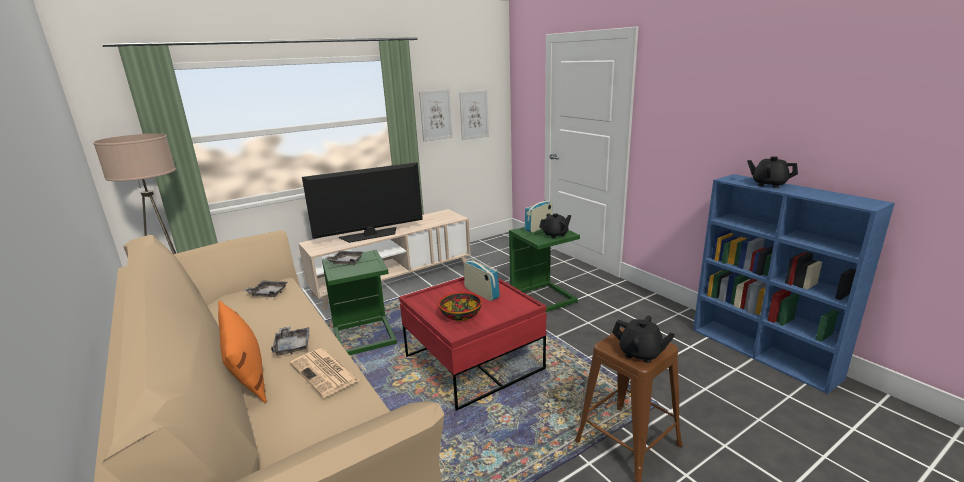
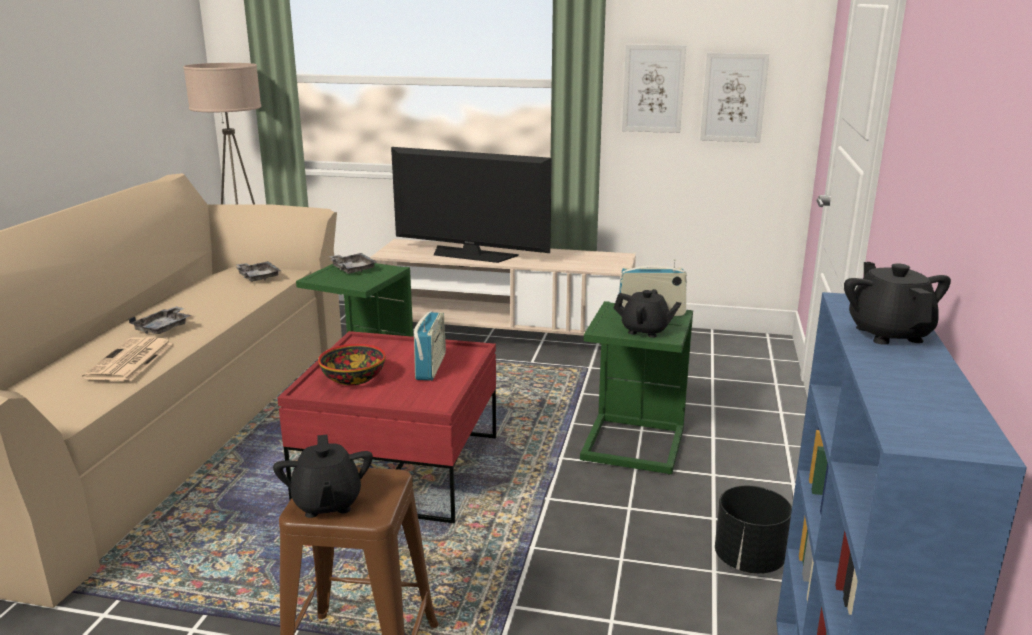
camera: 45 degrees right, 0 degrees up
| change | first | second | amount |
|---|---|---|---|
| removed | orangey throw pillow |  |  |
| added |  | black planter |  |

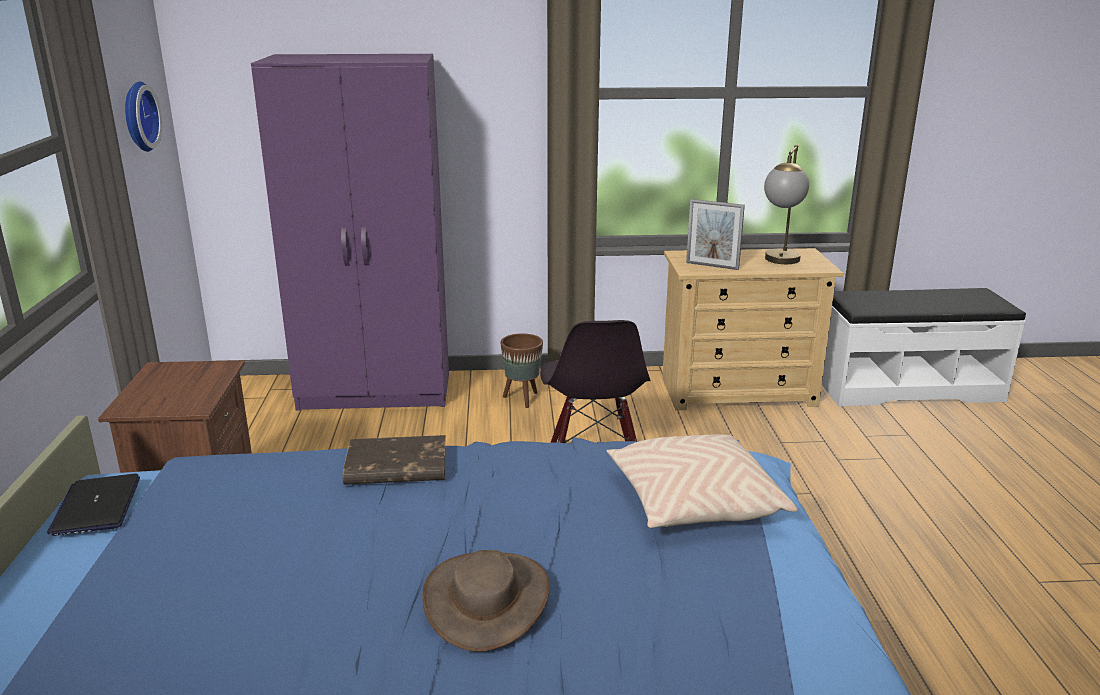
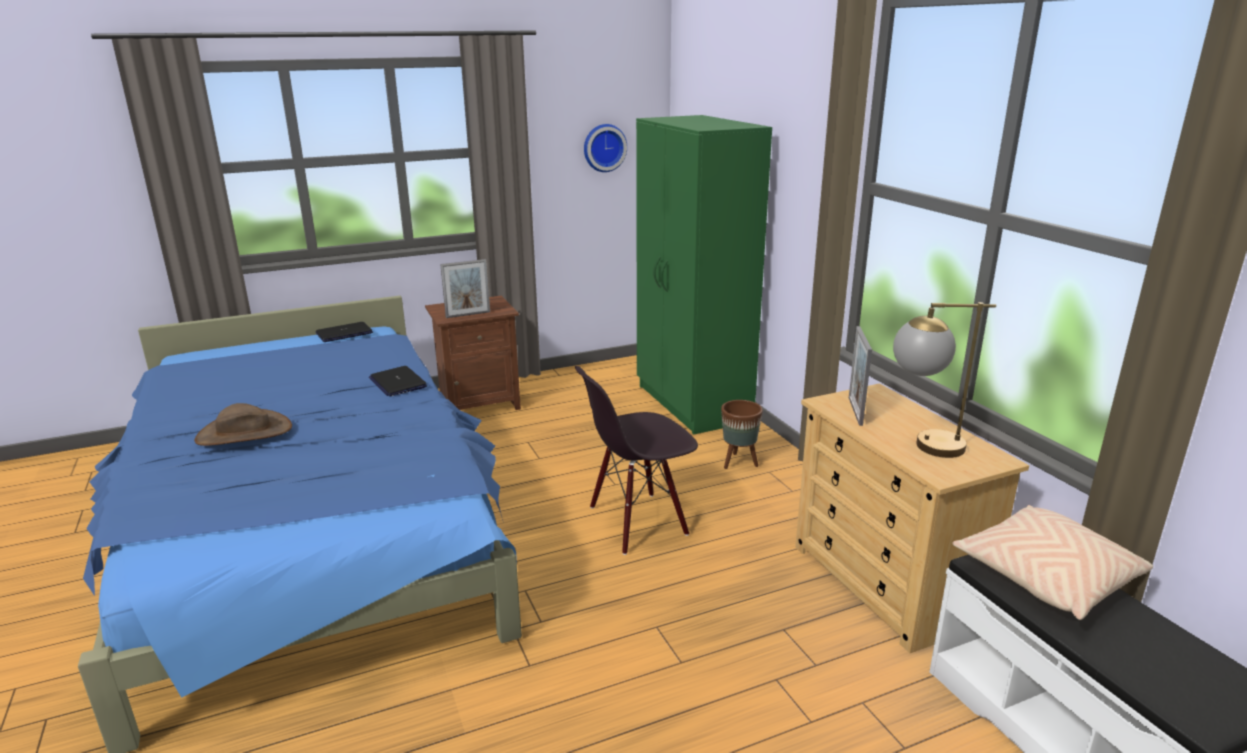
camera: 70 degrees right, 0 degrees up
| change | first | second | amount |
|---|---|---|---|
| recoloured | purplish clothes cupboard | green clothes cupboard |  |
| moved | beige-coloured throw pillow |  |  |
| replaced | brownish bound book | notebook computer (2nd from left) |  |
| added |  | picture frame (1st from left) |  |

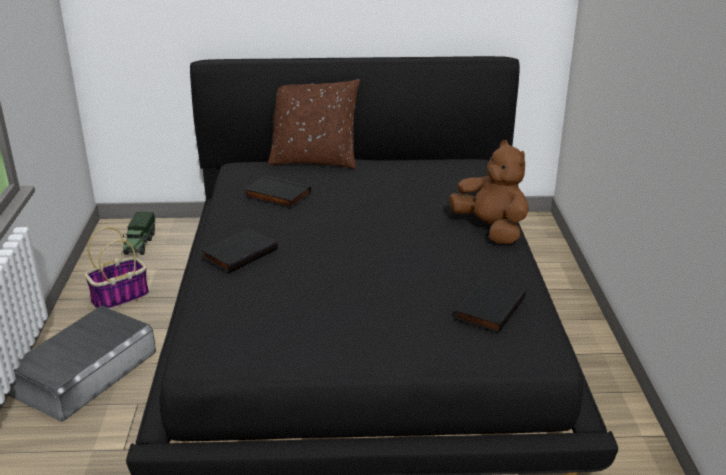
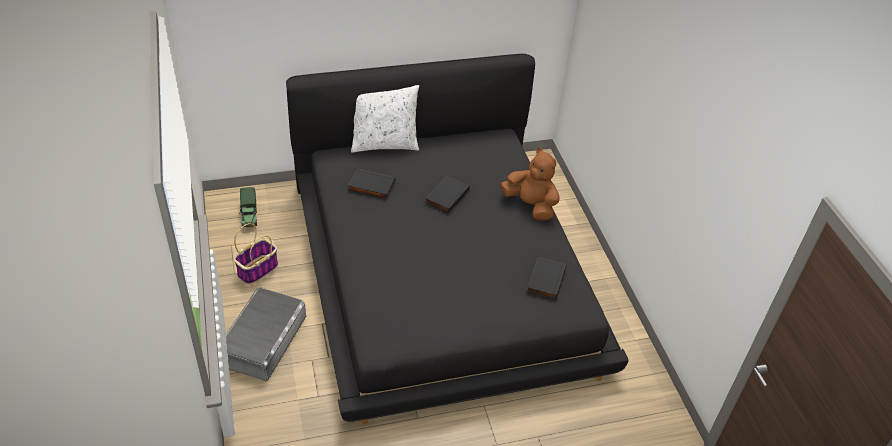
camera: 15 degrees left, 15 degrees up
| change | first | second | amount |
|---|---|---|---|
| recoloured | brownish throw pillow | white throw pillow |  |
| moved | black bound book (1st from left in the first image) | black bound book (2nd from left) |  |

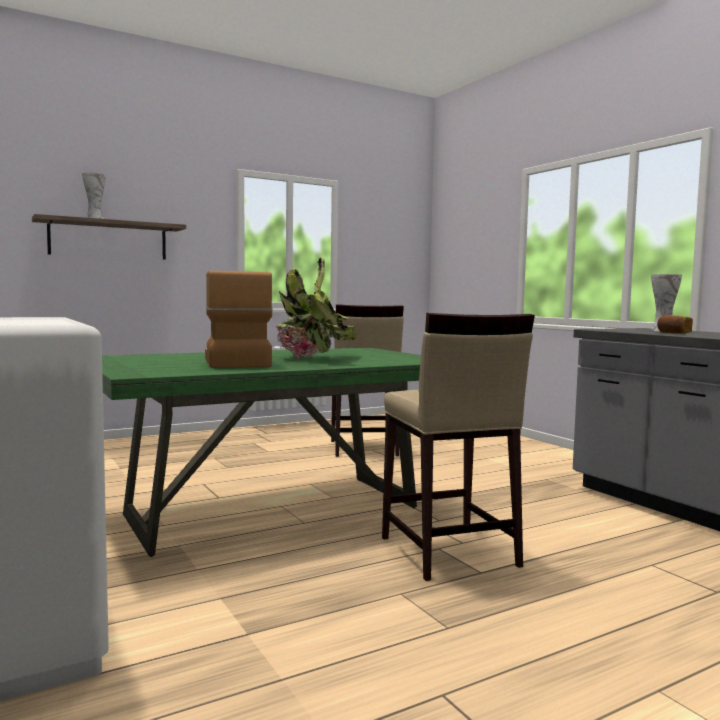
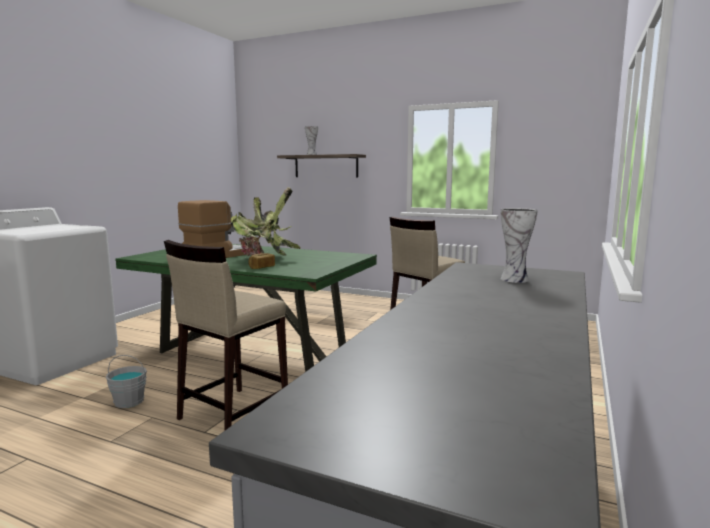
camera: 55 degrees right, 5 degrees up
| change | first | second | amount |
|---|---|---|---|
| moved | baked bread |  |  |
| added |  | grey pail |  |

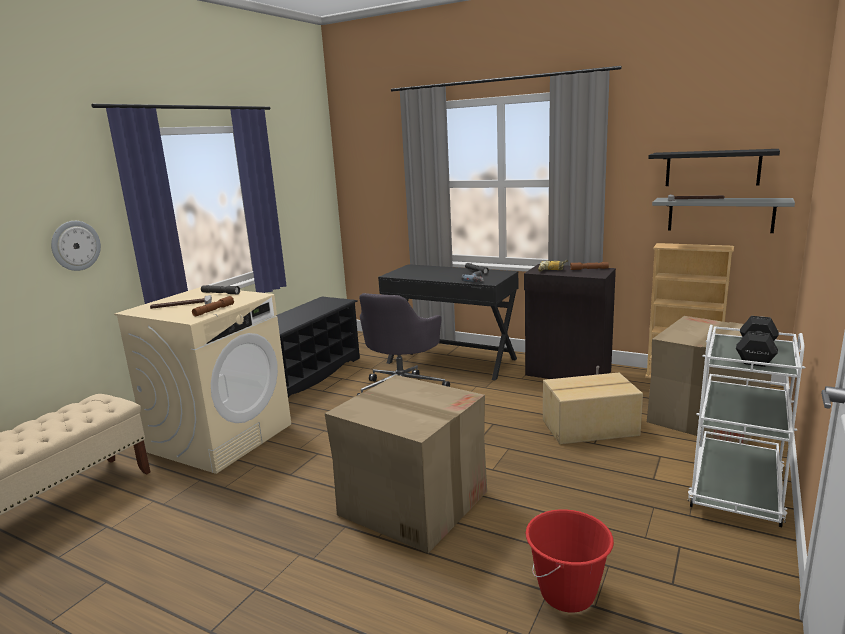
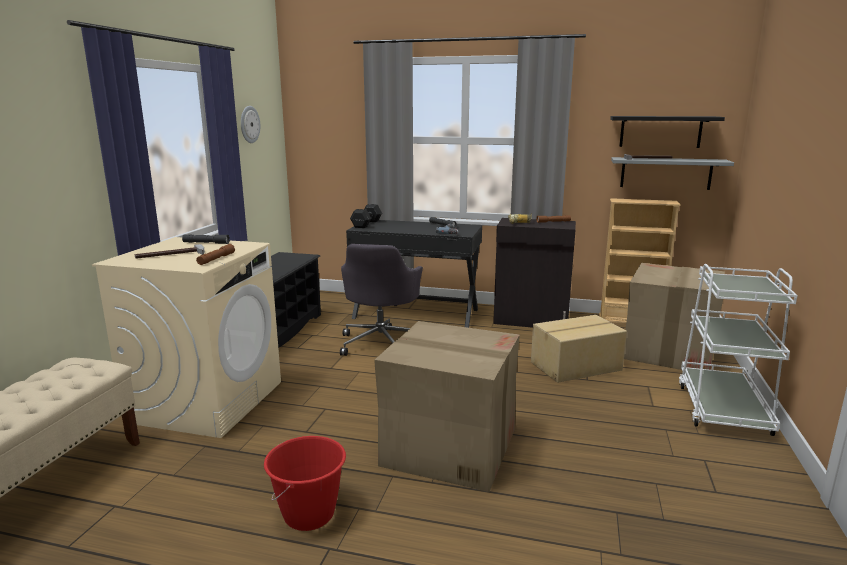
camera: 15 degrees left, 0 degrees up
| change | first | second | amount |
|---|---|---|---|
| moved | wall clock |  |  |
| moved | black free weight |  |  |
| moved | red-coloured pail |  |  |

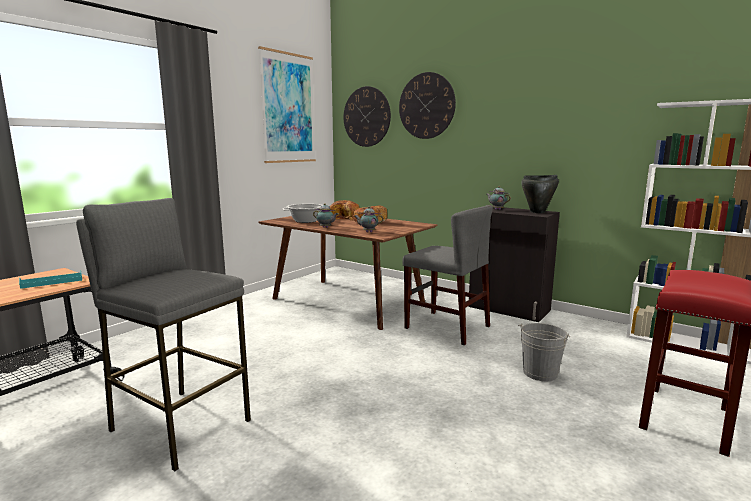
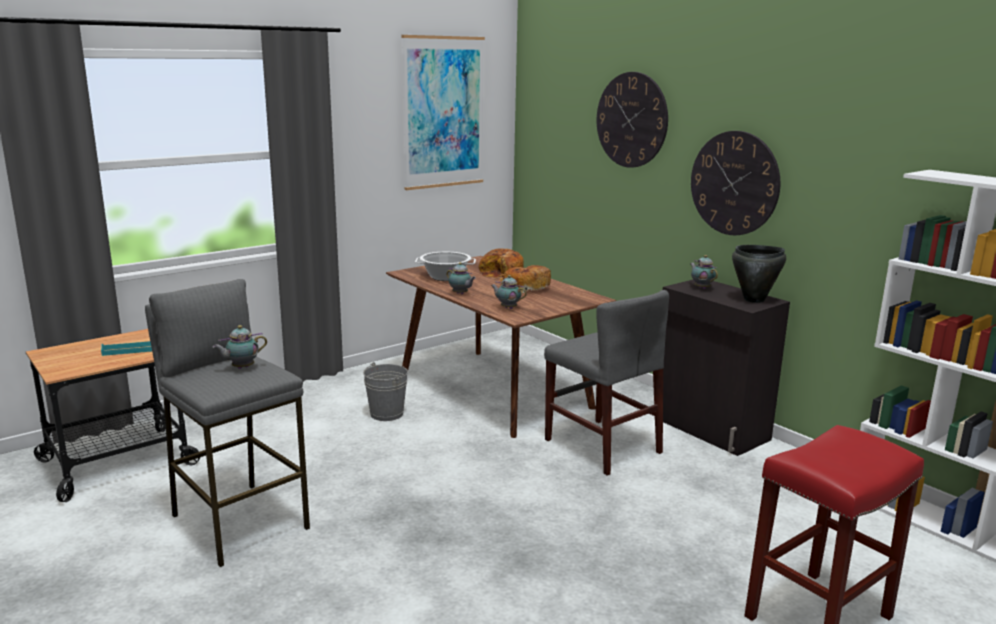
camera: 15 degrees right, 5 degrees up
| change | first | second | amount |
|---|---|---|---|
| moved | wall clock (1st from left in the first image) | wall clock (2nd from left) |  |
| moved | grey pail |  |  |
| added |  | teapot (1st from left) |  |

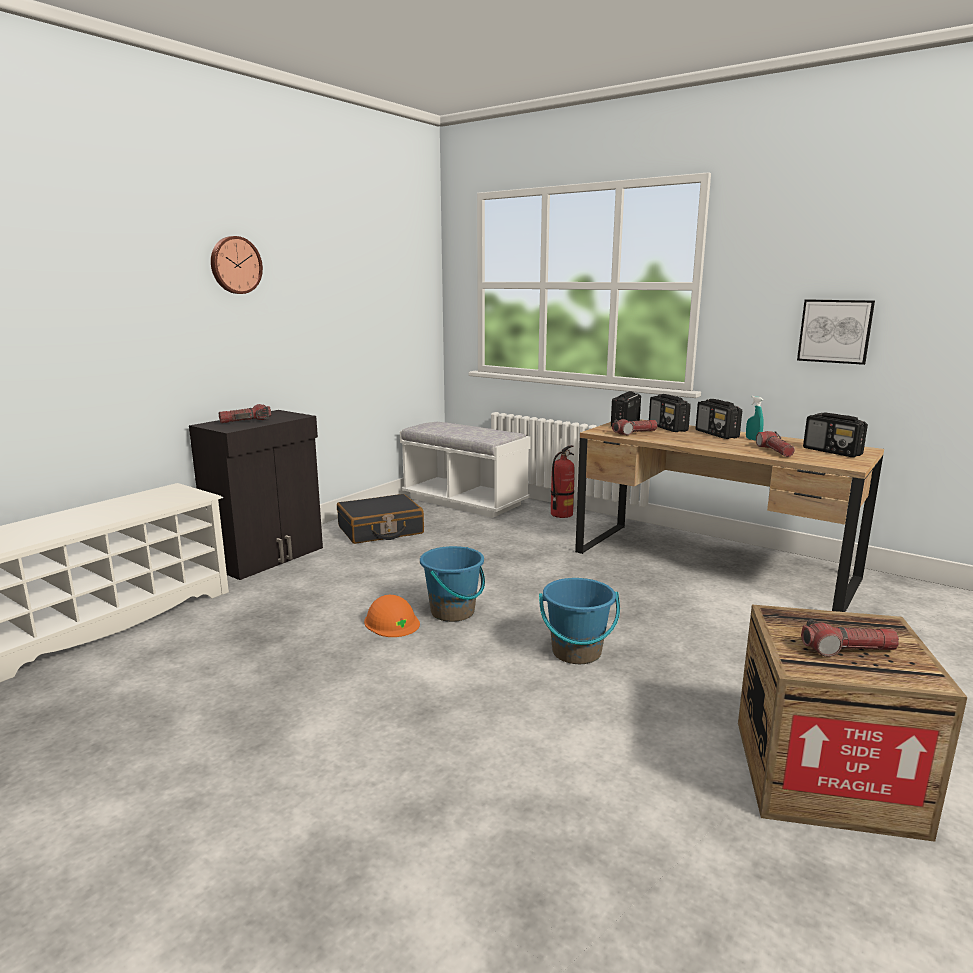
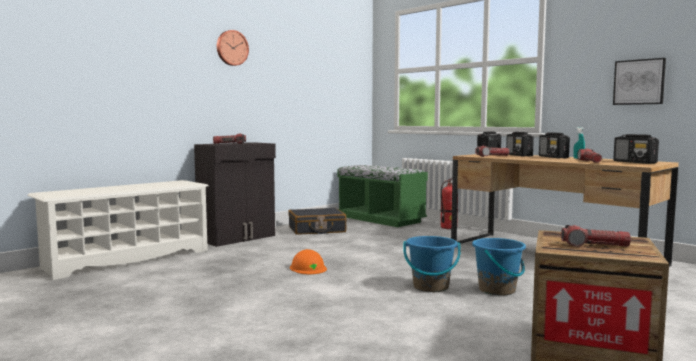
camera: 10 degrees right, 10 degrees down
| change | first | second | amount |
|---|---|---|---|
| recoloured | white long seat | green long seat |  |
| moved | bluish pail (1st from left in the first image) | bluish pail (2nd from left) |  |

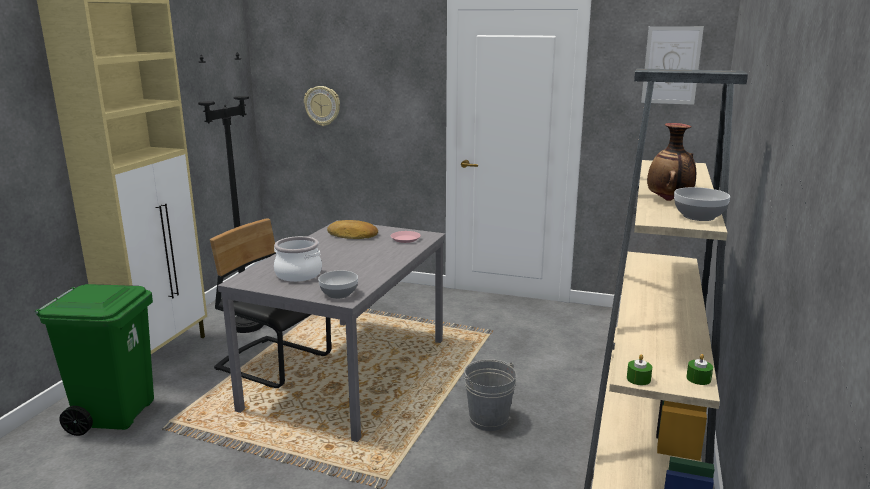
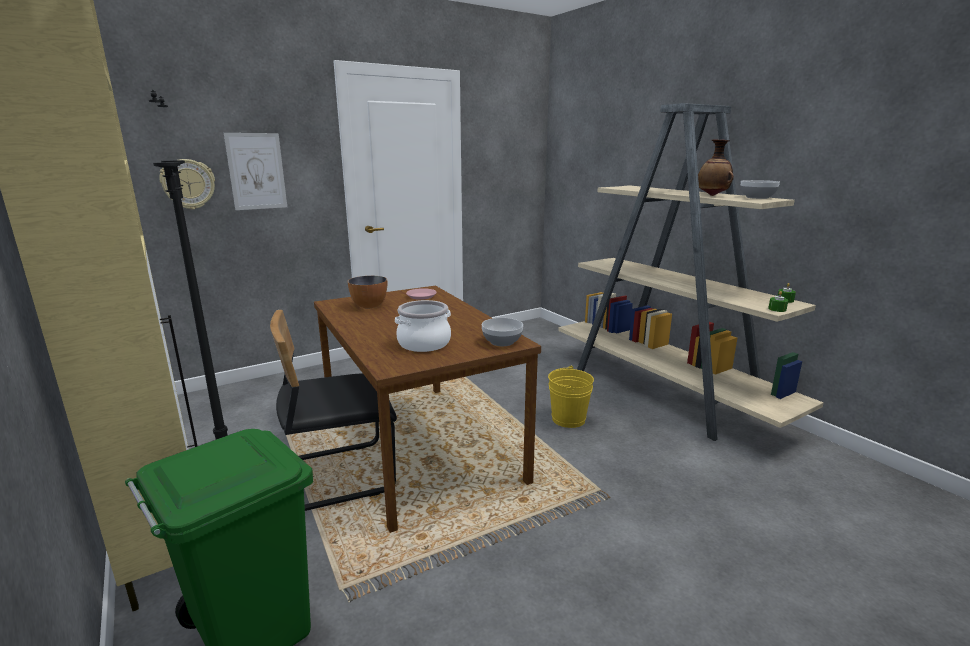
camera: 50 degrees left, 0 degrees up
| change | first | second | amount |
|---|---|---|---|
| moved | wall picture |  |  |
| recoloured | grey dinner table | brownish dinner table |  |
| replaced | baked bread | deep dish (1st from left) |  |
| recoloured | grey pail | yellow-coloured pail |  |

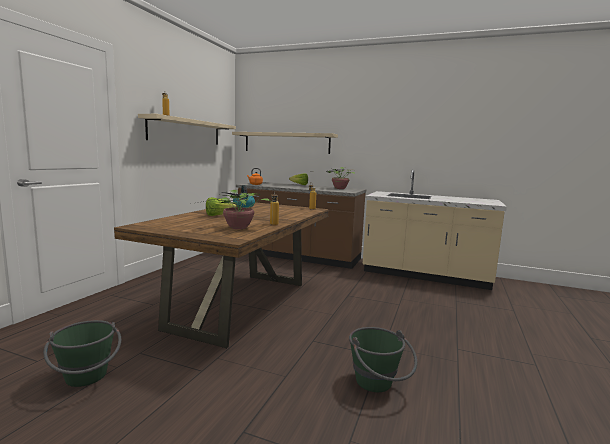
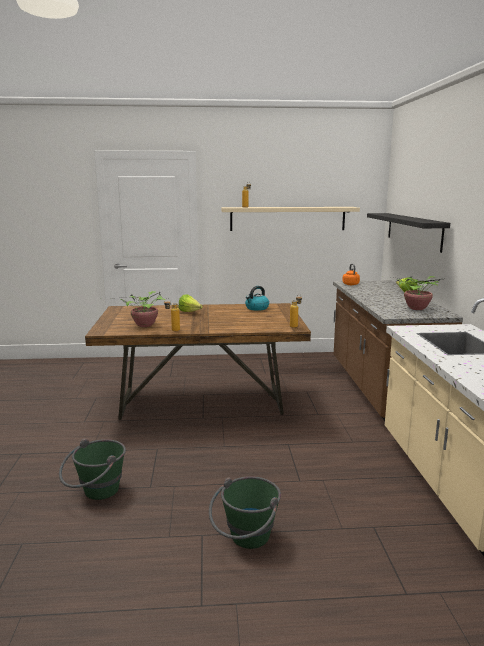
camera: 65 degrees right, 5 degrees up
| change | first | second | amount |
|---|---|---|---|
| recoloured | beige-coloured bracket shelf (2nd from left) | black bracket shelf |  |
| moved | green pail (1st from left in the first image) | green pail (2nd from left) |  |

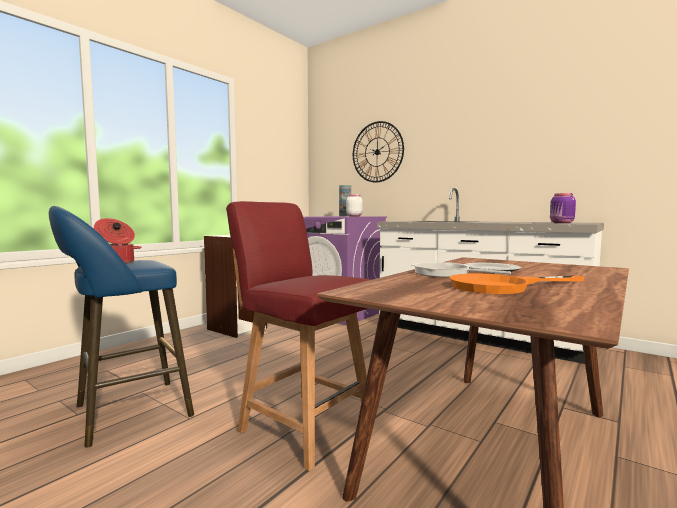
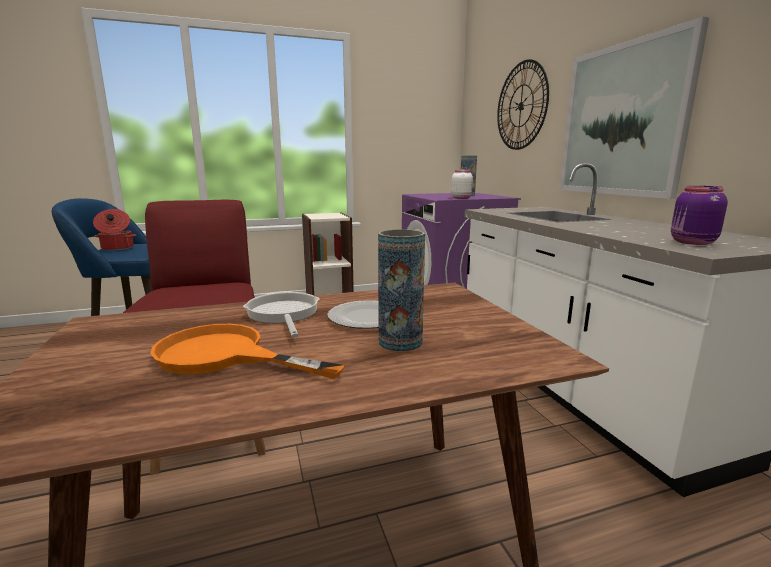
camera: 35 degrees right, 10 degrees up
| change | first | second | amount |
|---|---|---|---|
| added |  | wall picture |  |
| added |  | decorative vase (1st from left) |  |

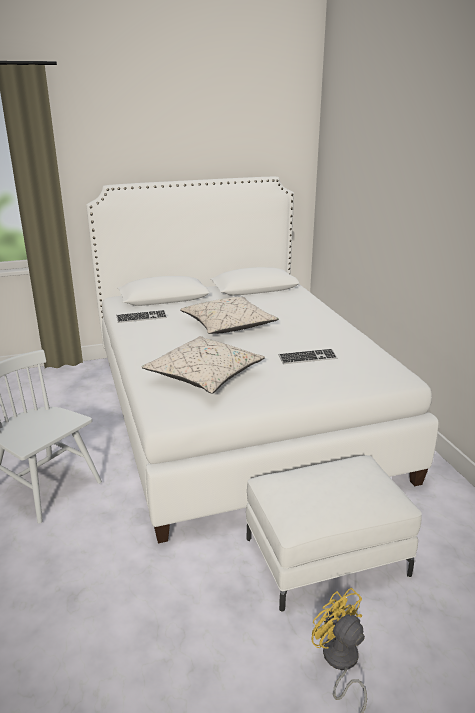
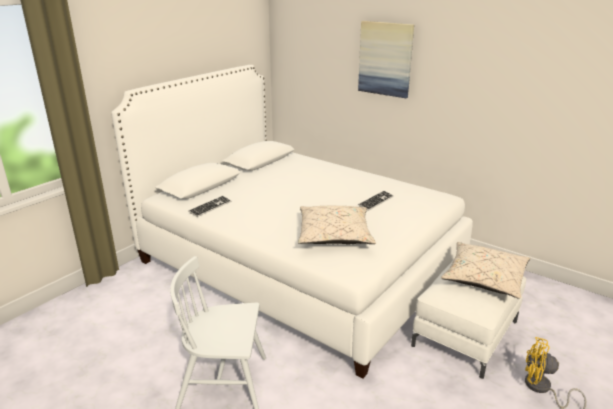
camera: 35 degrees left, 0 degrees up
| change | first | second | amount |
|---|---|---|---|
| moved | beige-coloured throw pillow (2nd from left) |  |  |
| added |  | wall picture |  |

